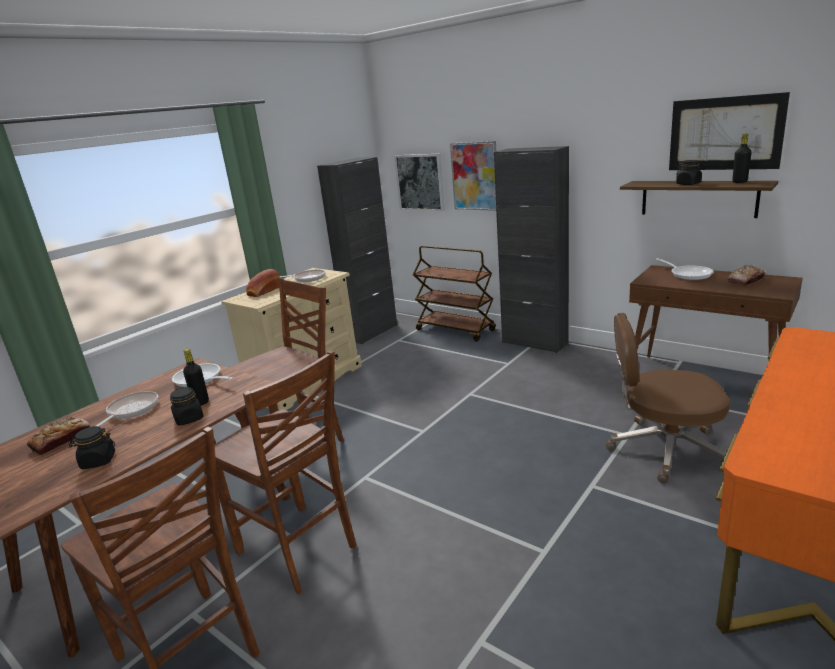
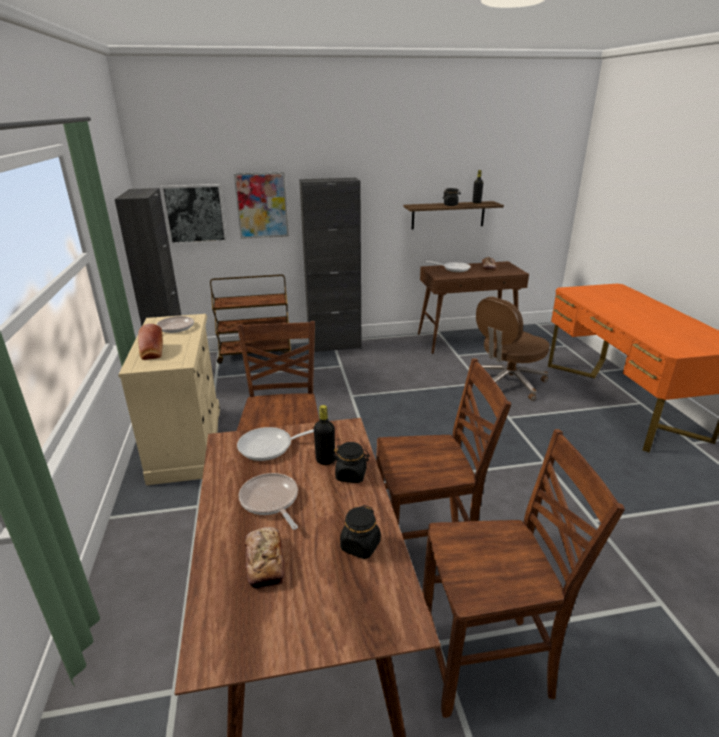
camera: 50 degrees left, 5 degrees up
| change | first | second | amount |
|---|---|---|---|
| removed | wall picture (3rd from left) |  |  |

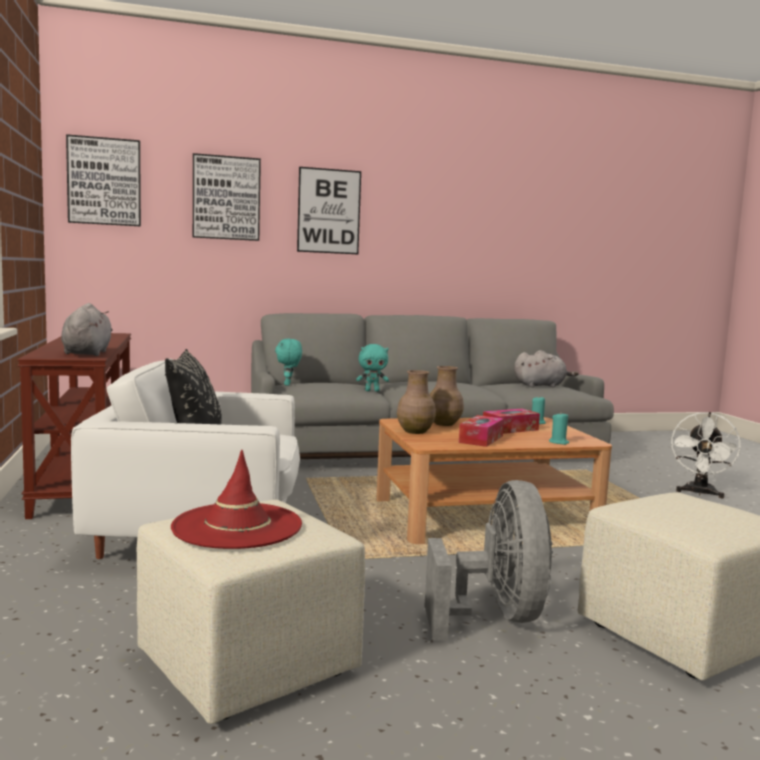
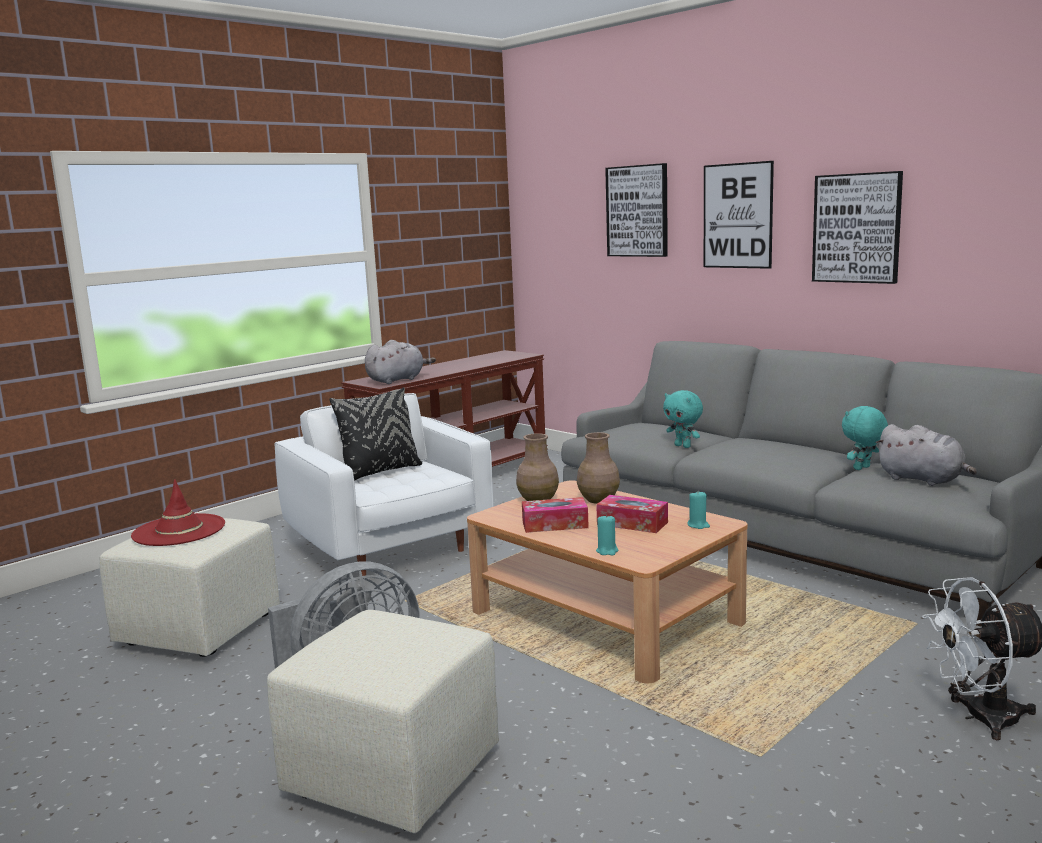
camera: 60 degrees right, 5 degrees up
| change | first | second | amount |
|---|---|---|---|
| moved | wall picture (1st from left in the first image) | wall picture (3rd from left) |  |
| moved | turquoise soft toy (1st from left in the first image) | turquoise soft toy (2nd from left) |  |

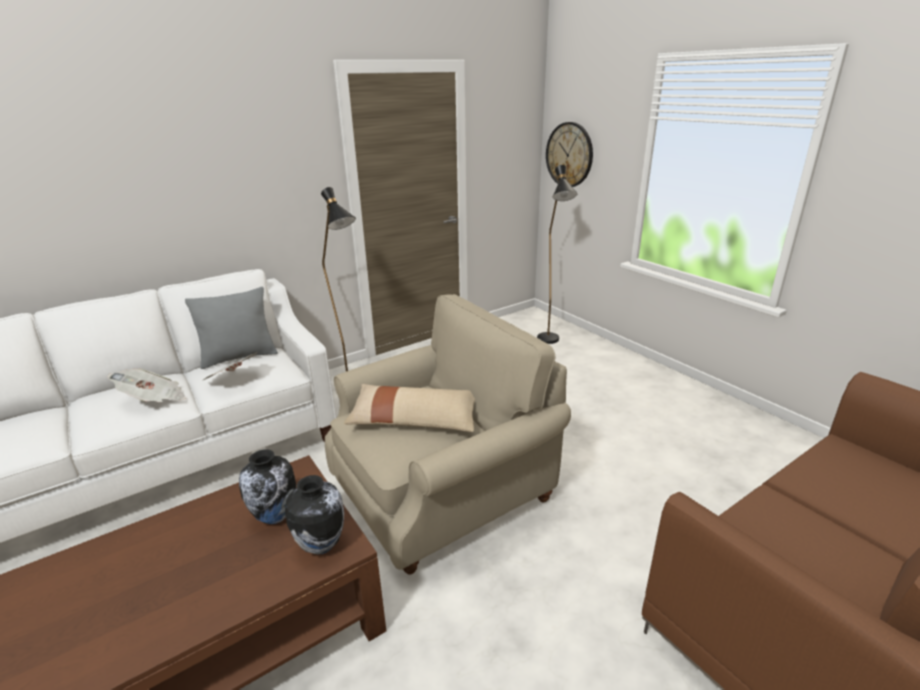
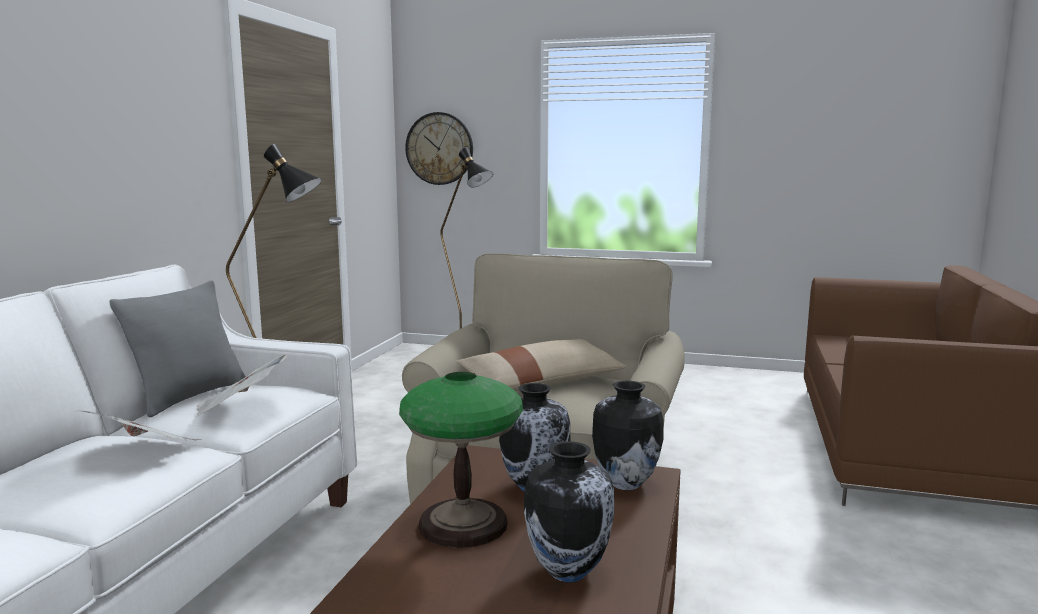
camera: 40 degrees left, 15 degrees down
| change | first | second | amount |
|---|---|---|---|
| added |  | lamp for a table |  |
| added |  | decorative vase (2nd from left) |  |

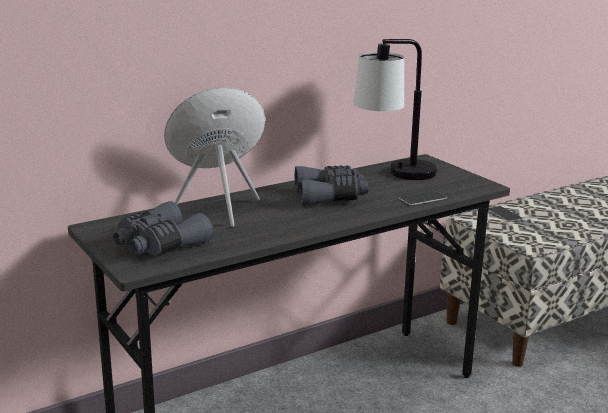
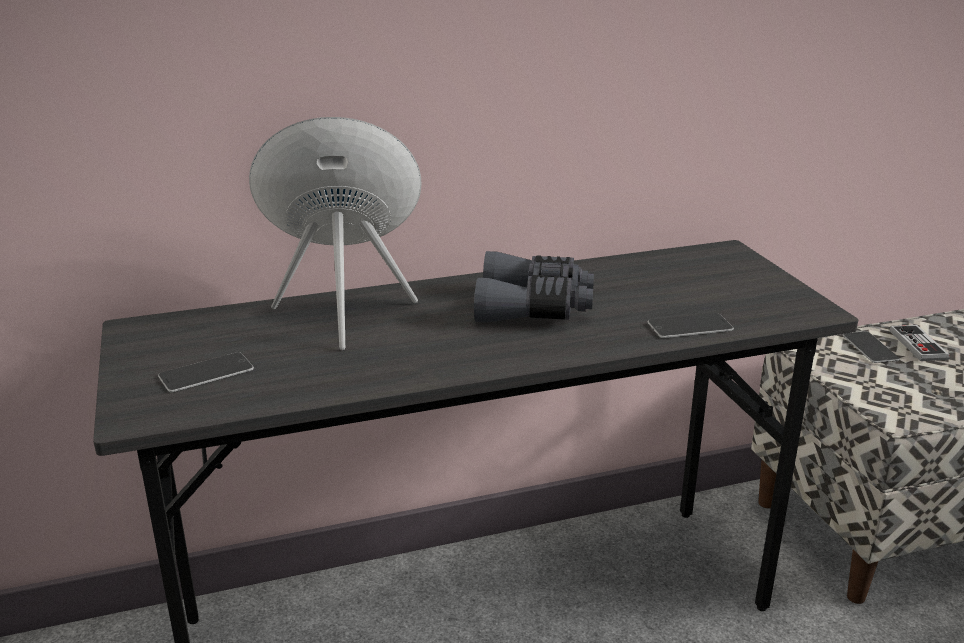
camera: 15 degrees right, 5 degrees up
| change | first | second | amount |
|---|---|---|---|
| removed | lamp for a table |  |  |
| replaced | grey pair of binoculars (1st from left) | phone (1st from left) |  |
| added |  | joypad |  |

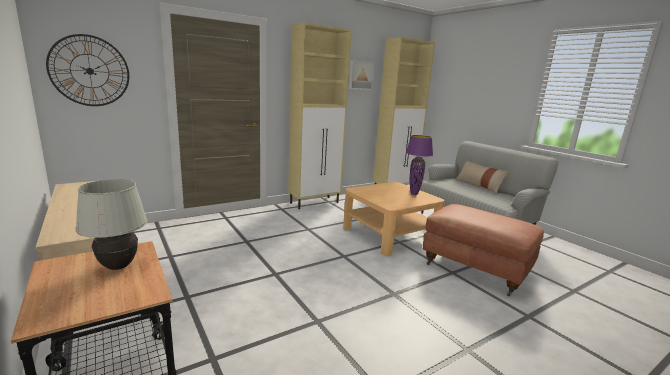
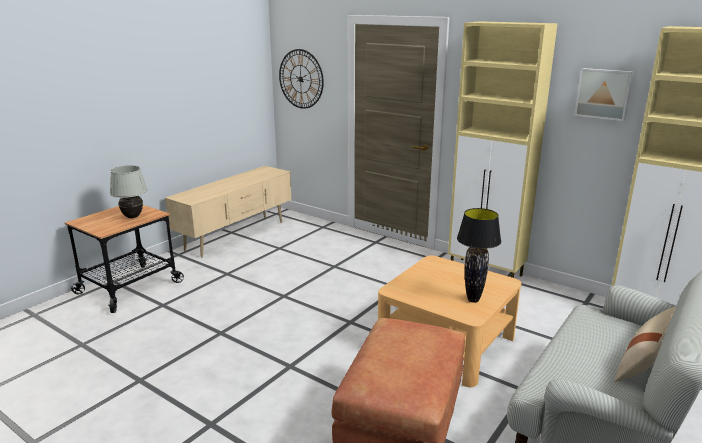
camera: 70 degrees right, 5 degrees up
| change | first | second | amount |
|---|---|---|---|
| recoloured | purplish lamp for a table | black lamp for a table |  |

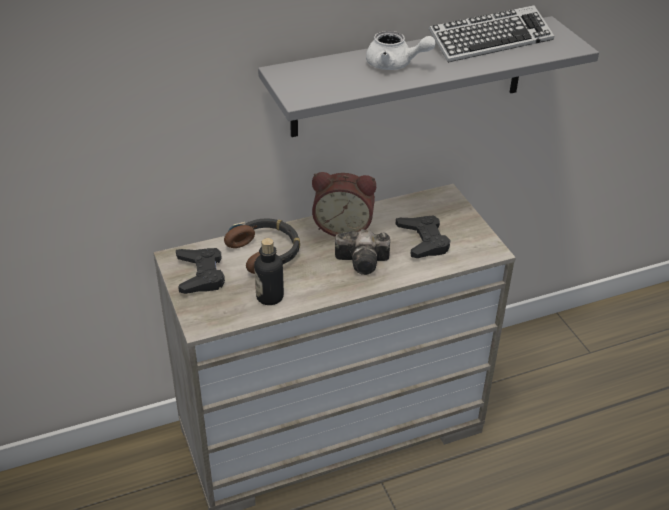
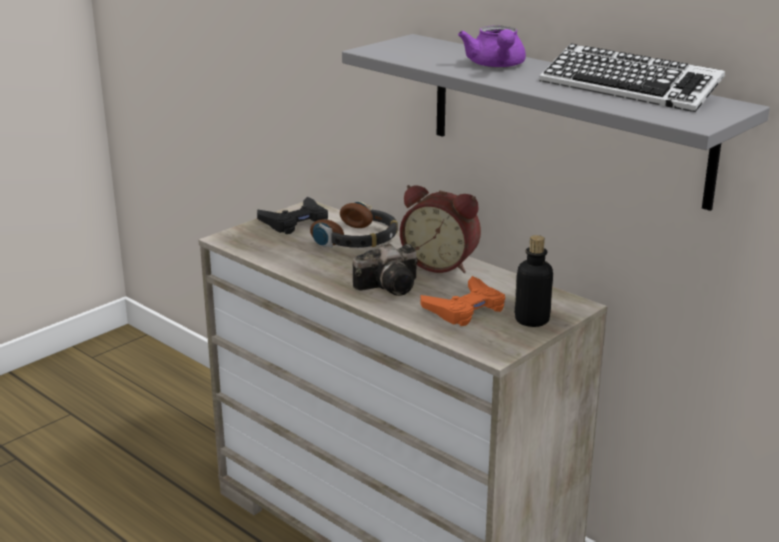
camera: 65 degrees right, 15 degrees down
| change | first | second | amount |
|---|---|---|---|
| recoloured | white teapot | purplish teapot |  |
| turned | table clock |  | 45 degrees counterclockwise |
| recoloured | black joypad (2nd from left) | orangey joypad |  |
| turned | photo camera |  | 90 degrees counterclockwise |
| moved | bottle |  |  |

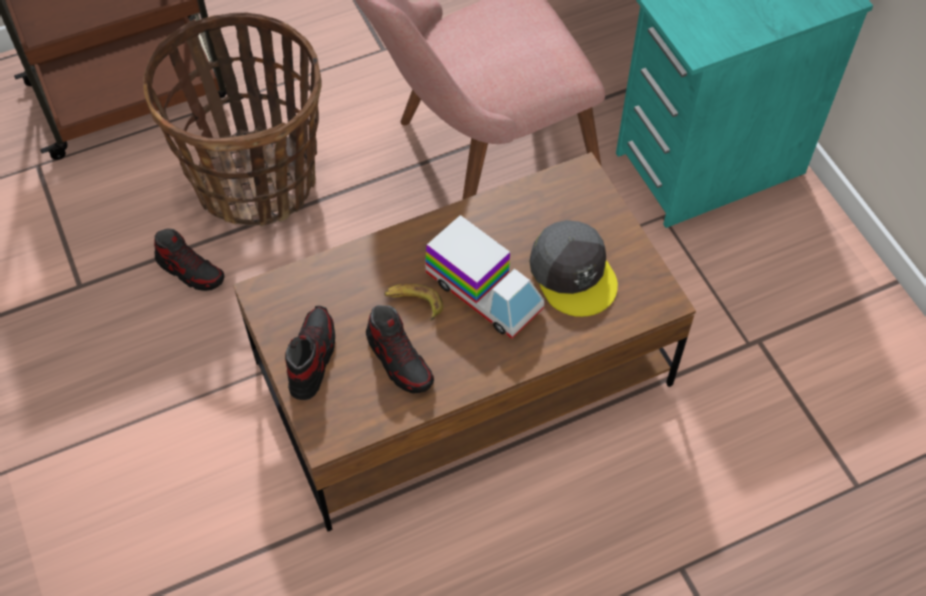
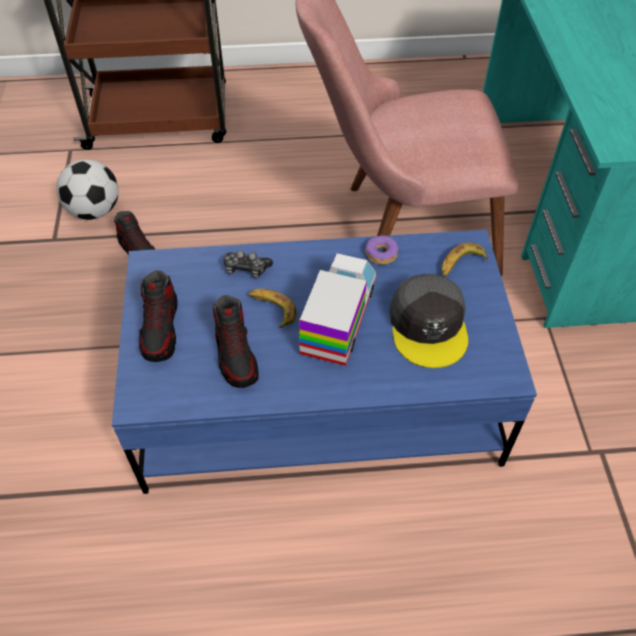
camera: 20 degrees right, 5 degrees down
| change | first | second | amount |
|---|---|---|---|
| removed | storage basket |  |  |
| recoloured | brownish lounge table | bluish lounge table |  |
| turned | toy lorry |  | 135 degrees counterclockwise |
| turned | shoe (2nd from left) |  | 150 degrees clockwise |
| added |  | football ball |  |
| added |  | doughnut |  |
| added |  | banana fruit (2nd from left) |  |
| added |  | joypad |  |

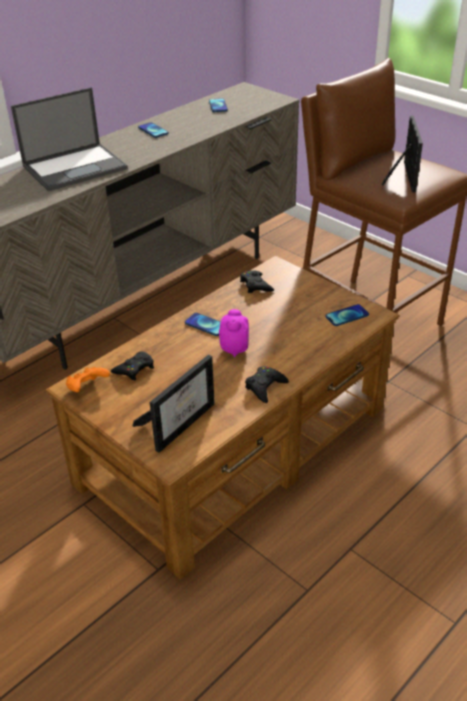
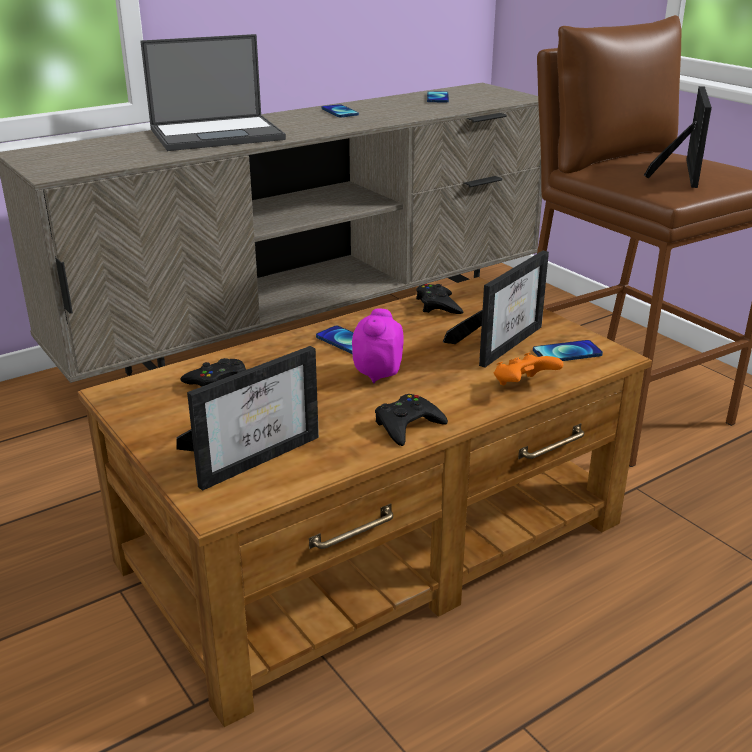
camera: 10 degrees right, 10 degrees down
| change | first | second | amount |
|---|---|---|---|
| moved | orangey joypad |  |  |
| added |  | picture frame (2nd from left) |  |

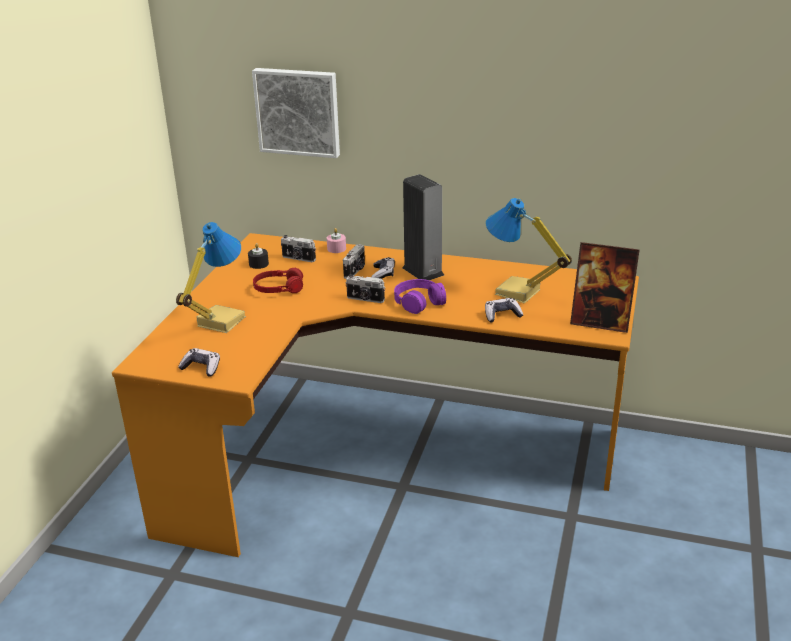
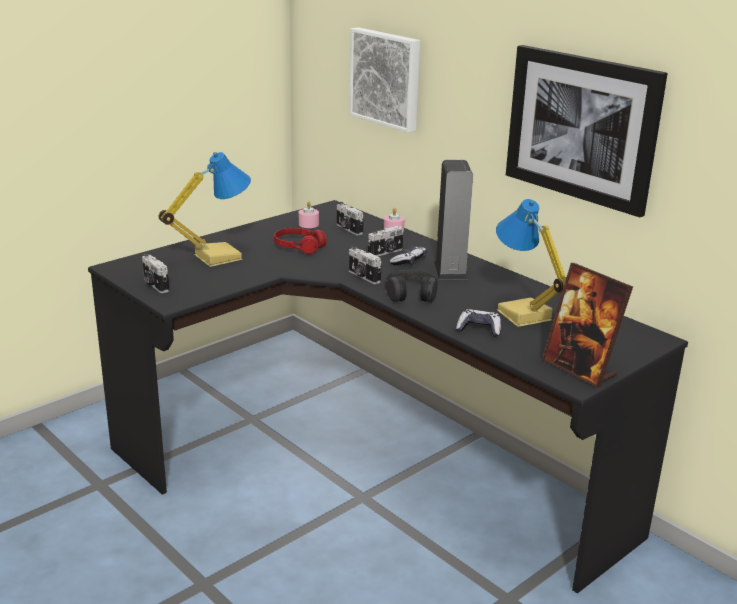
camera: 30 degrees right, 5 degrees down
| change | first | second | amount |
|---|---|---|---|
| recoloured | orangey desk unit | black desk unit |  |
| recoloured | black wax candle | pink wax candle (1st from left) |  |
| recoloured | purplish pair of headphones | black pair of headphones |  |
| replaced | joypad (1st from left) | photo camera (1st from left) |  |
| added |  | wall picture (2nd from left) |  |

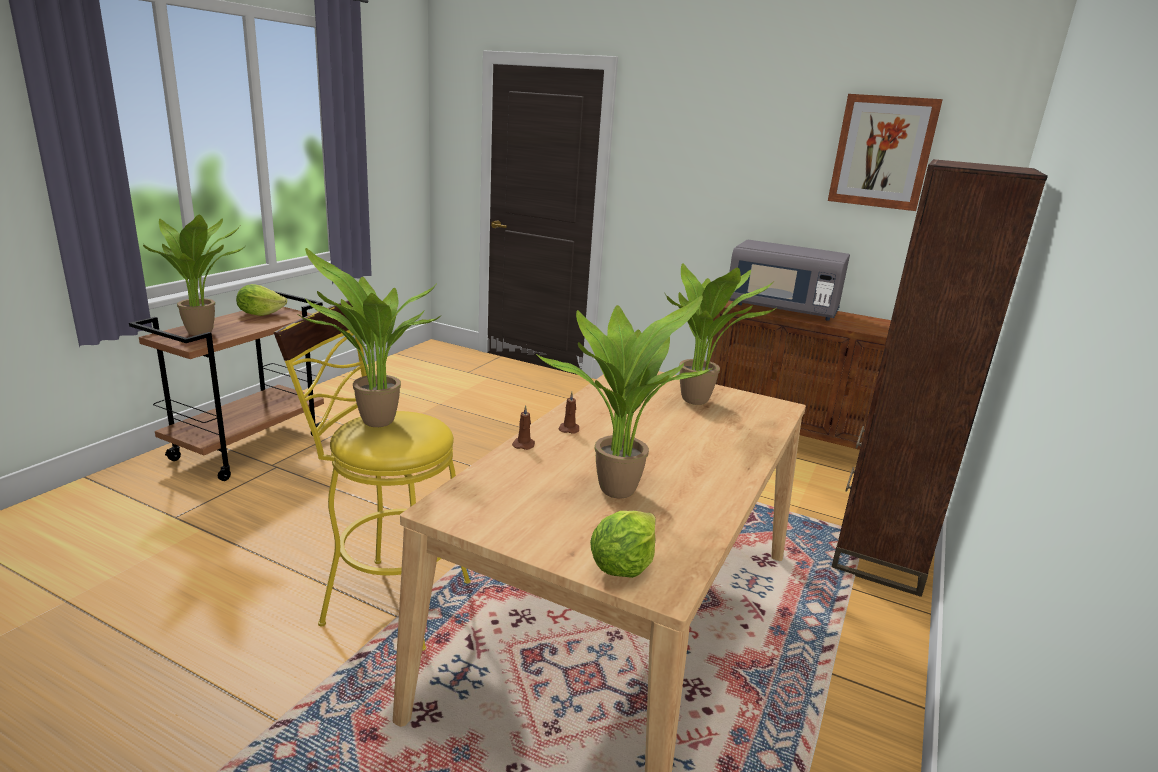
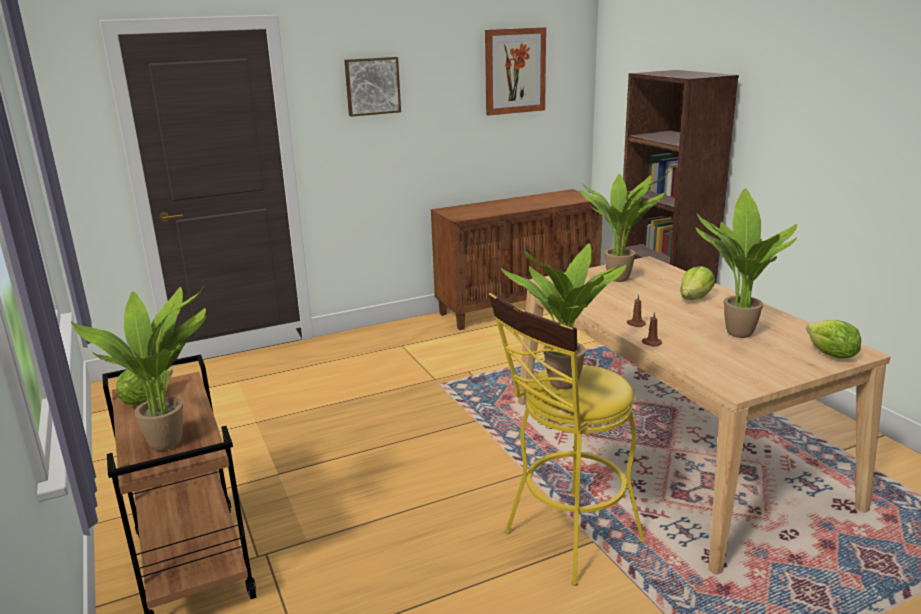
camera: 50 degrees left, 0 degrees up
| change | first | second | amount |
|---|---|---|---|
| removed | grey kitchen microwave |  |  |
| added |  | wall picture (1st from left) |  |
| added |  | head of lettuce (2nd from left) |  |

